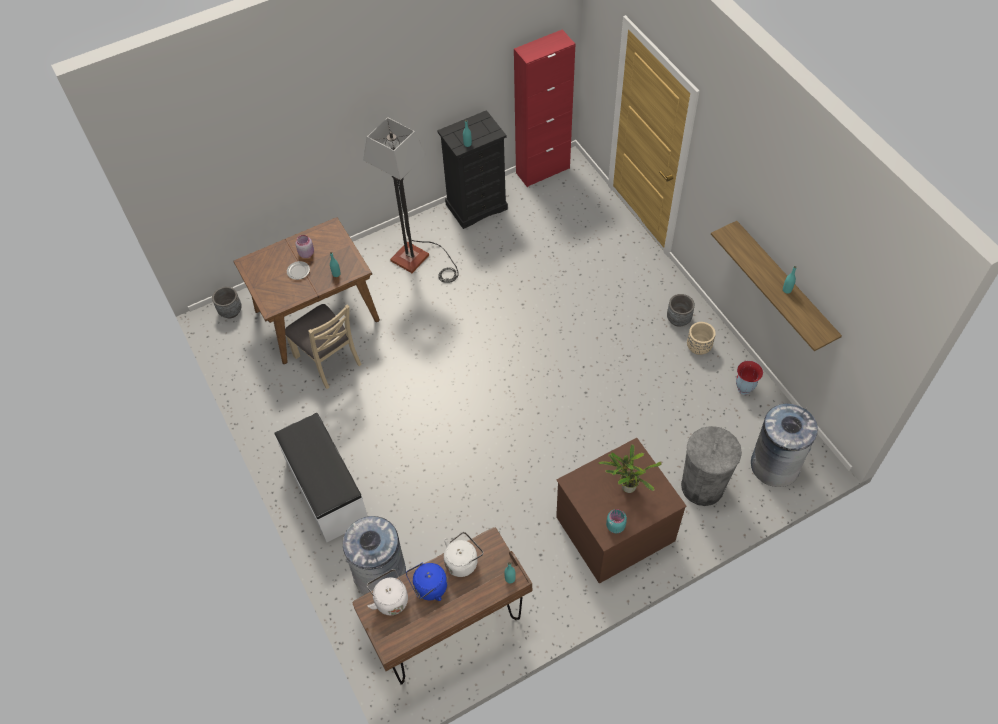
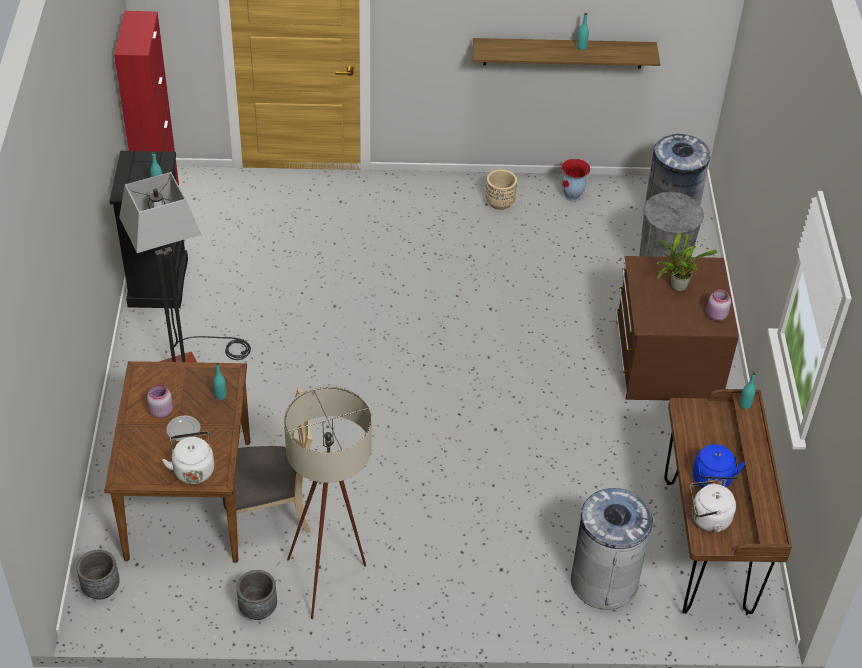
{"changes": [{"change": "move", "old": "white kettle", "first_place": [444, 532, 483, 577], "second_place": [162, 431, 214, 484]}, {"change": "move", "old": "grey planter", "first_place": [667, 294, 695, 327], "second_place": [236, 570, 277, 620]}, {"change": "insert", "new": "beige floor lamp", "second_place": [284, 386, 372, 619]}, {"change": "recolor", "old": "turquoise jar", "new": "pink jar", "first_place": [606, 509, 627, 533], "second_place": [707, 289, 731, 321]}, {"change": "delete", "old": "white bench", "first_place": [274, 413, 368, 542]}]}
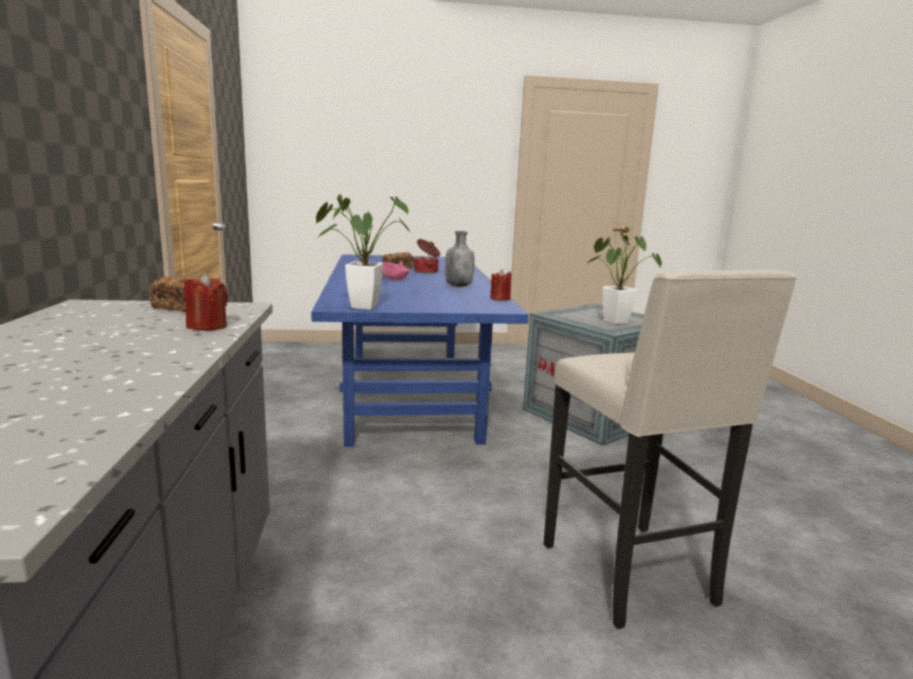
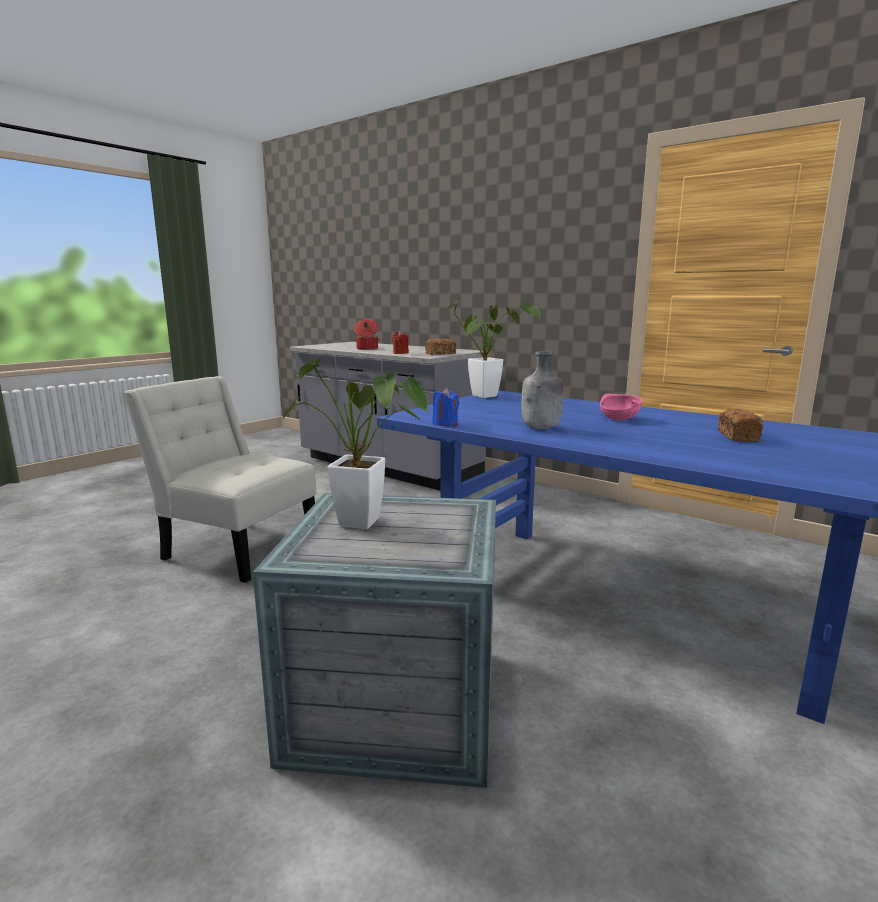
{"changes": [{"change": "replace", "old": "beige stool", "new": "white chair", "first_place": [544, 270, 797, 629], "second_place": [123, 376, 316, 583]}, {"change": "move", "old": "cooking pot", "first_place": [414, 239, 440, 273], "second_place": [353, 319, 381, 350]}, {"change": "recolor", "old": "red candle", "new": "blue candle", "first_place": [490, 269, 511, 301], "second_place": [432, 388, 459, 426]}]}
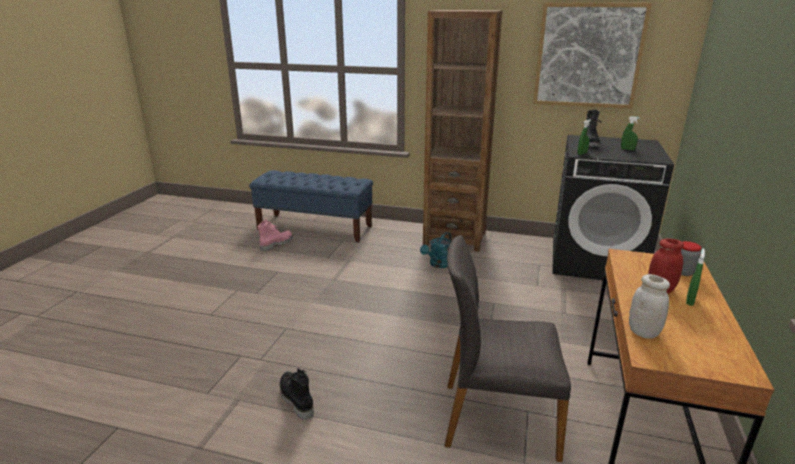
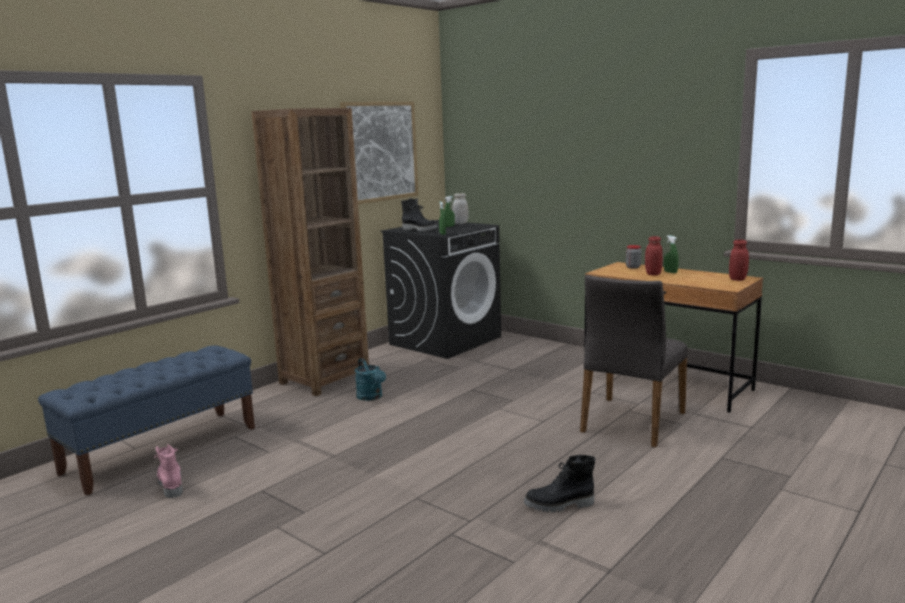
{"changes": [{"change": "move", "old": "white jar", "first_place": [629, 274, 670, 339], "second_place": [452, 193, 469, 224]}, {"change": "insert", "new": "red jar", "second_place": [729, 239, 749, 281]}]}
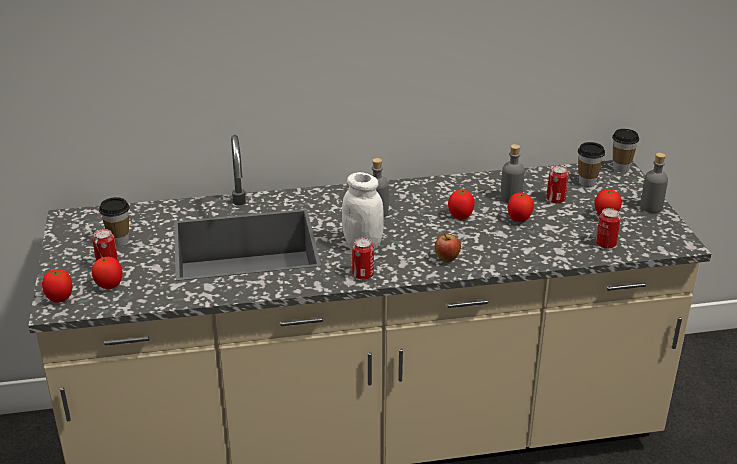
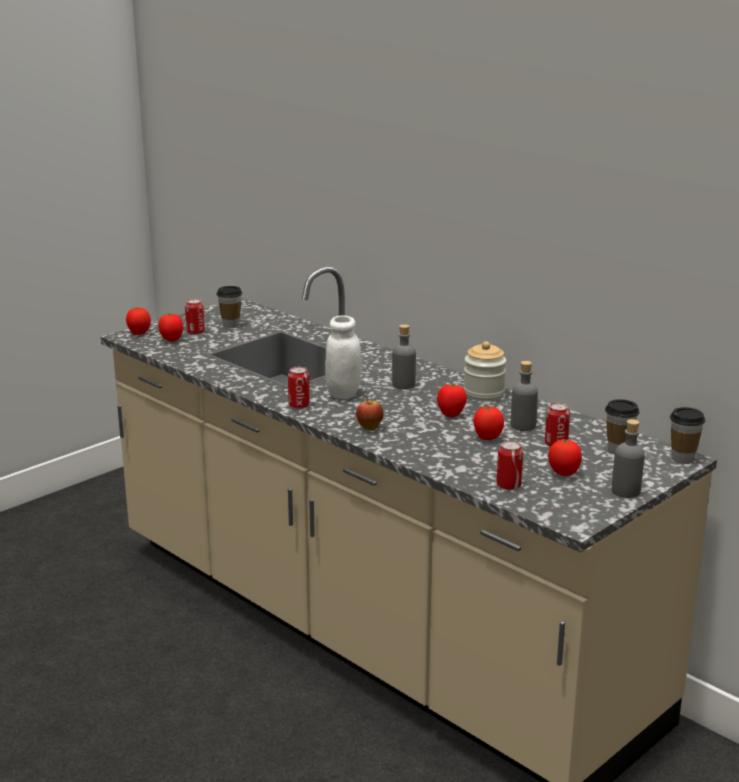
{"changes": [{"change": "insert", "new": "jar", "second_place": [464, 341, 506, 402]}]}
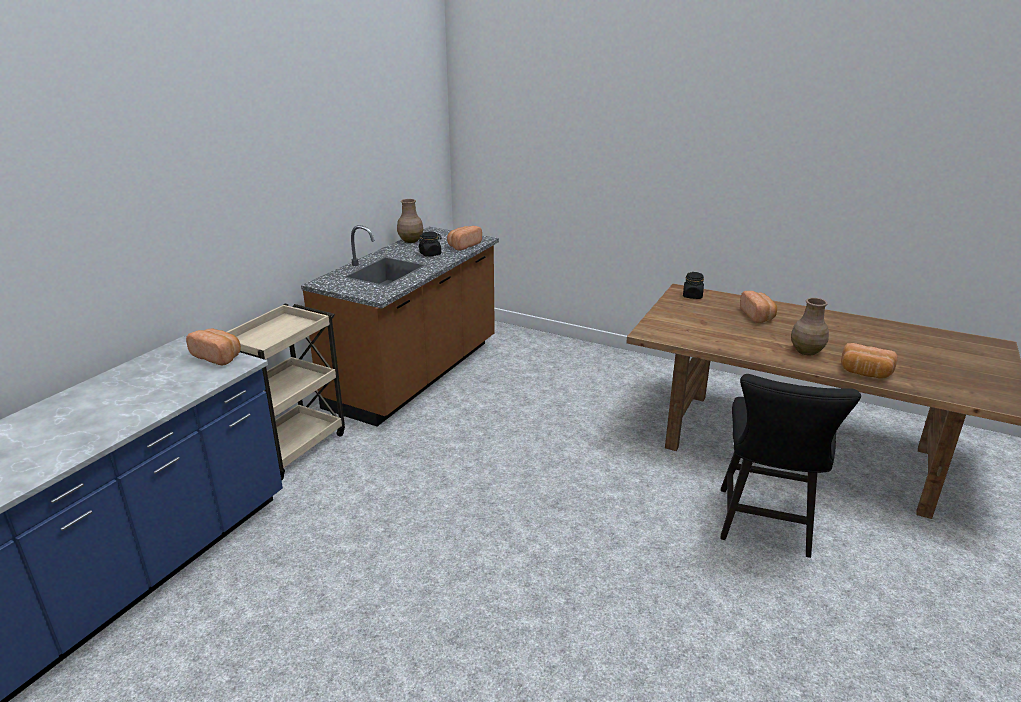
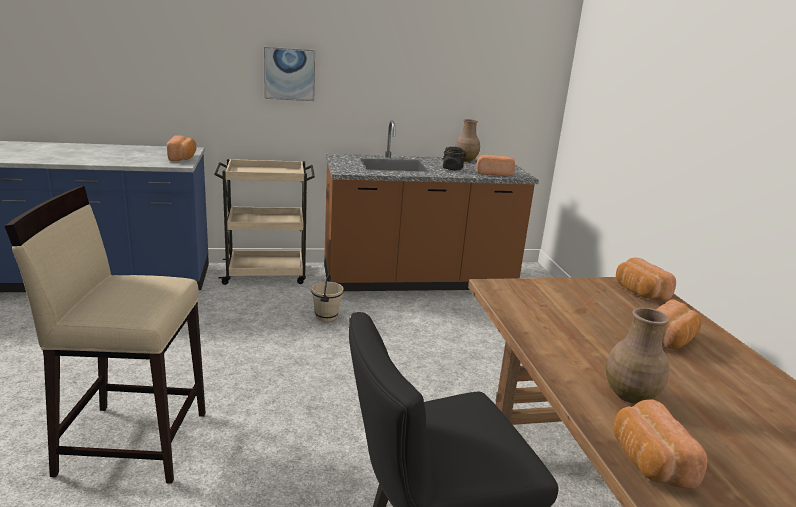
{"changes": [{"change": "insert", "new": "beige stool", "second_place": [5, 186, 206, 484]}, {"change": "insert", "new": "picture", "second_place": [264, 47, 315, 101]}, {"change": "insert", "new": "beige bucket", "second_place": [311, 274, 343, 322]}, {"change": "replace", "old": "black jar", "new": "bread", "first_place": [683, 272, 704, 299], "second_place": [616, 257, 676, 300]}]}
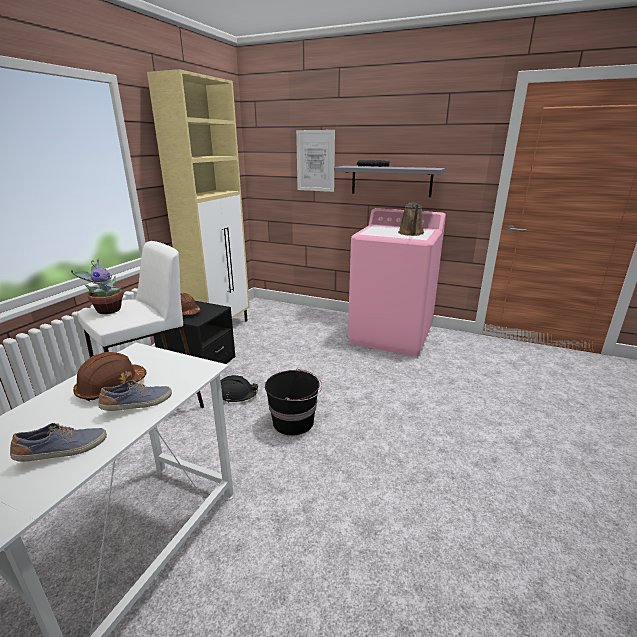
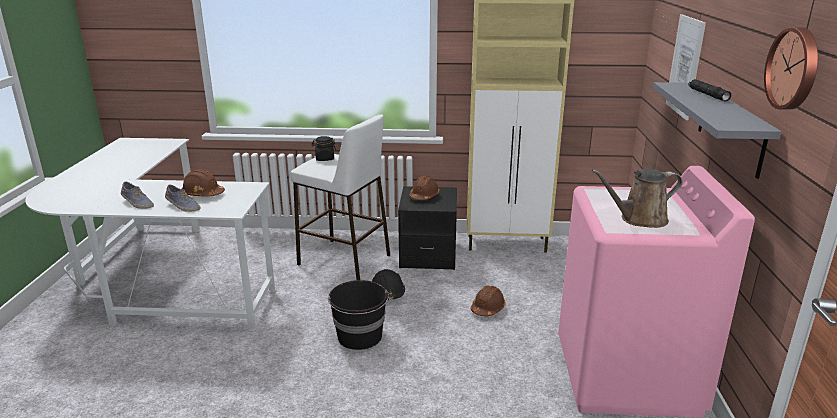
{"changes": [{"change": "replace", "old": "potted plant", "new": "black jar", "first_place": [71, 259, 123, 314], "second_place": [312, 136, 336, 161]}, {"change": "insert", "new": "brown hard hat", "second_place": [471, 285, 506, 316]}, {"change": "insert", "new": "wall clock", "second_place": [764, 27, 818, 110]}]}
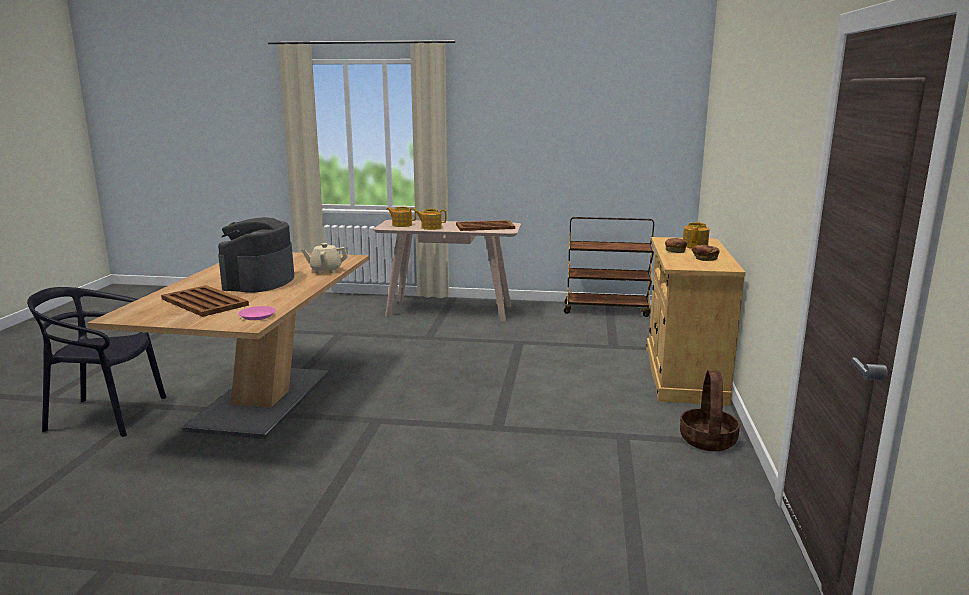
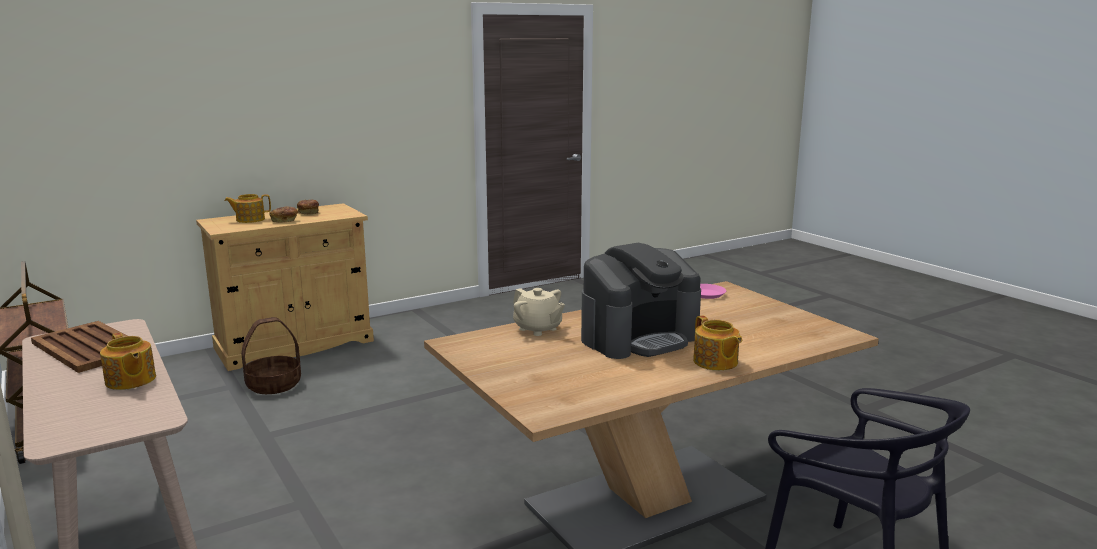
{"changes": [{"change": "move", "old": "basket", "first_place": [680, 370, 740, 451], "second_place": [241, 317, 301, 394]}, {"change": "move", "old": "teapot", "first_place": [386, 206, 416, 227], "second_place": [693, 316, 742, 371]}, {"change": "delete", "old": "brown tray", "first_place": [161, 285, 249, 317]}]}
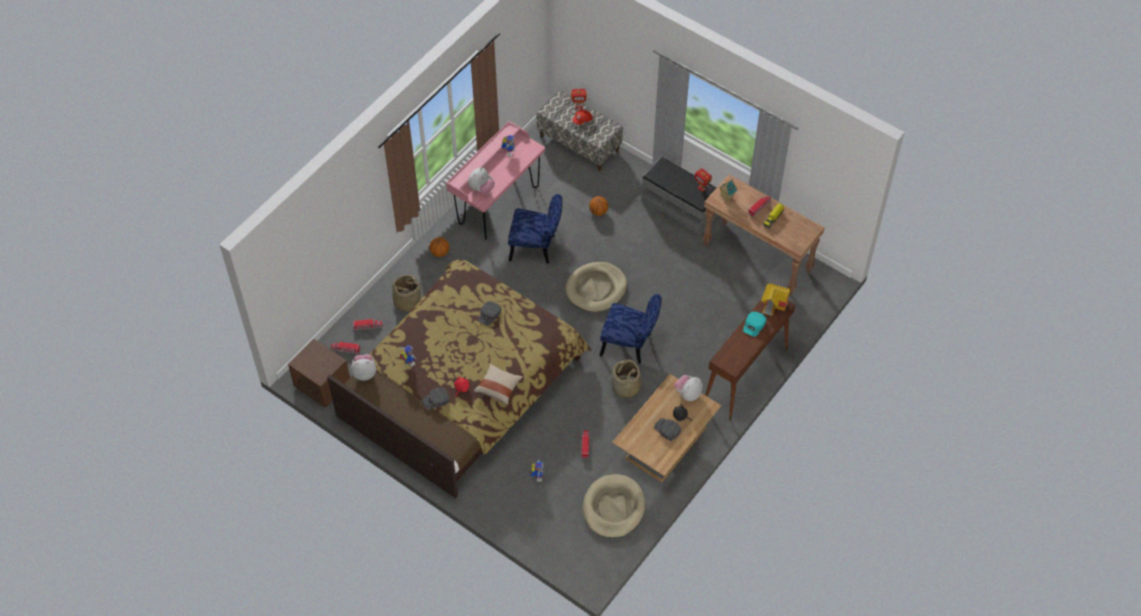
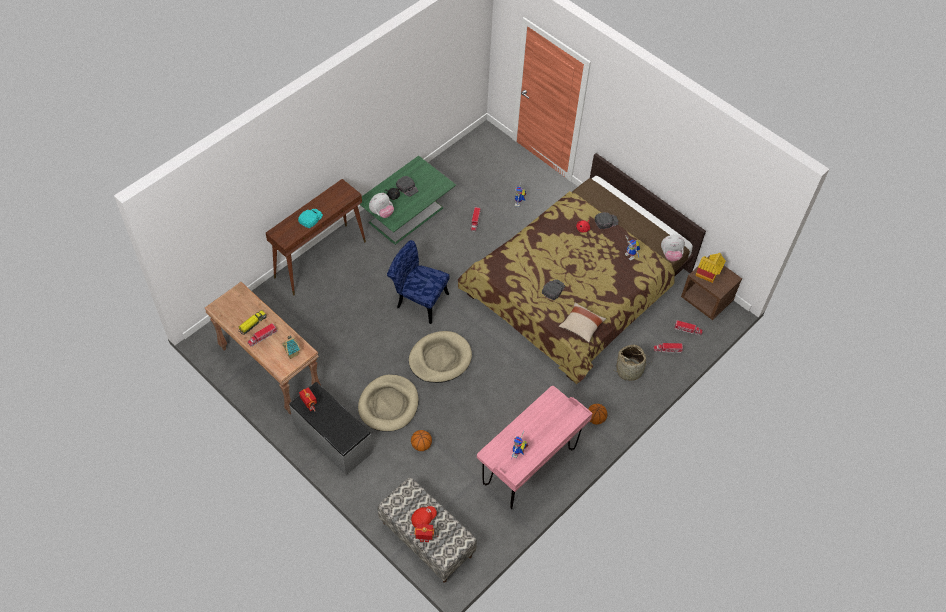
{"changes": [{"change": "move", "old": "beige dog bed", "first_place": [583, 474, 645, 538], "second_place": [358, 374, 419, 432]}, {"change": "recolor", "old": "brown coffee table", "new": "green coffee table", "first_place": [612, 374, 721, 482], "second_place": [359, 156, 456, 245]}, {"change": "move", "old": "beige pillow", "first_place": [474, 364, 523, 405], "second_place": [559, 302, 606, 343]}, {"change": "move", "old": "toy house", "first_place": [761, 283, 790, 316], "second_place": [695, 253, 726, 283]}, {"change": "delete", "old": "plush toy", "first_place": [468, 167, 495, 194]}, {"change": "delete", "old": "blue chair", "first_place": [508, 194, 562, 264]}, {"change": "delete", "old": "basket", "first_place": [611, 359, 641, 401]}]}
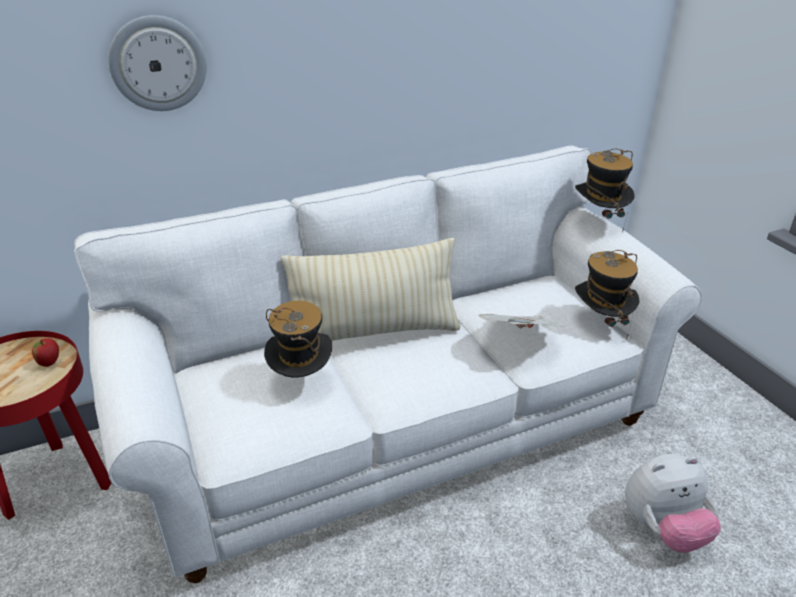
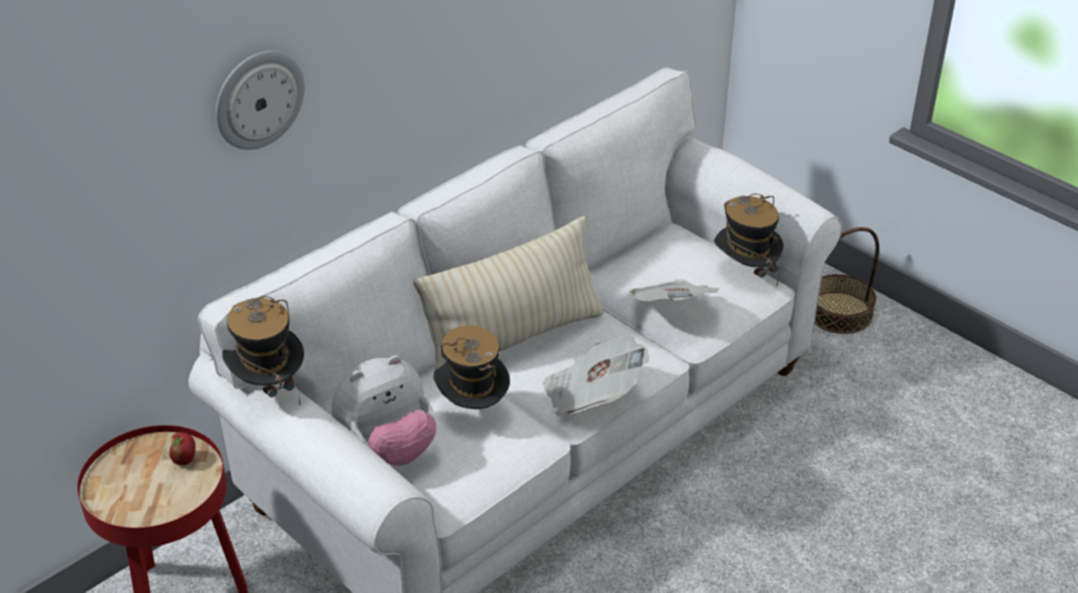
{"changes": [{"change": "move", "old": "hat", "first_place": [575, 148, 635, 233], "second_place": [222, 296, 304, 405]}, {"change": "move", "old": "plush toy", "first_place": [625, 454, 721, 553], "second_place": [332, 355, 436, 466]}, {"change": "insert", "new": "newspaper", "second_place": [543, 336, 649, 416]}, {"change": "insert", "new": "basket", "second_place": [815, 227, 879, 334]}]}
